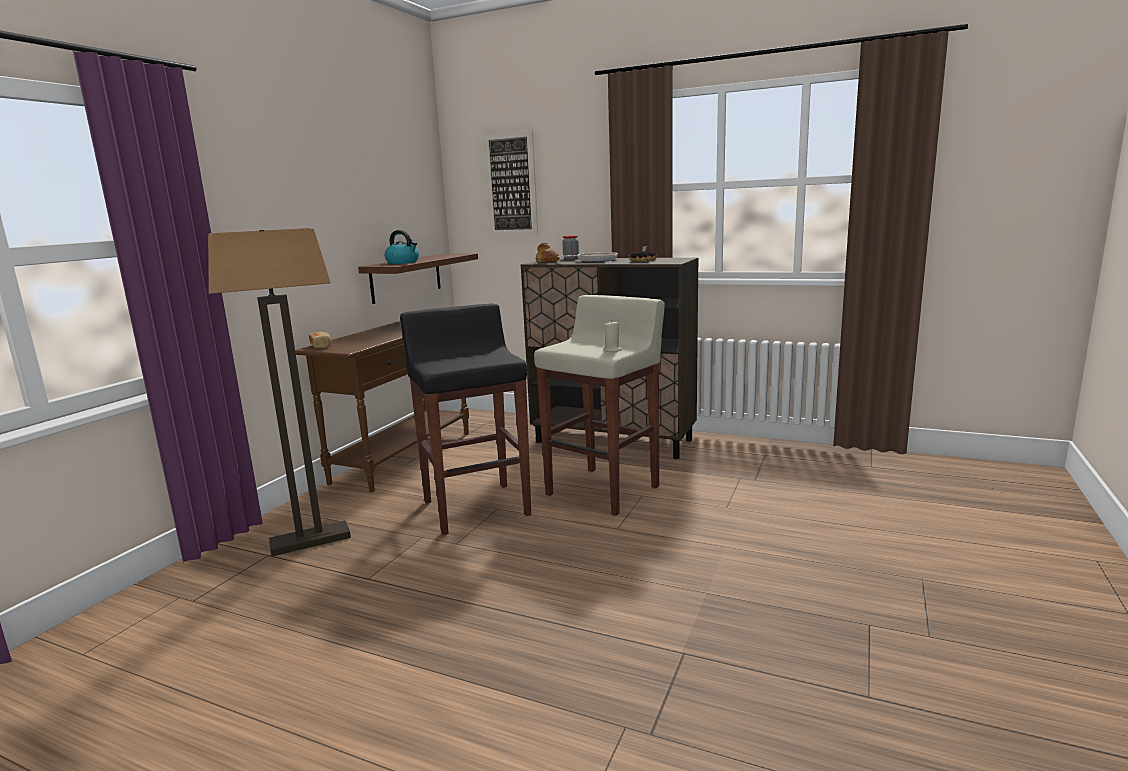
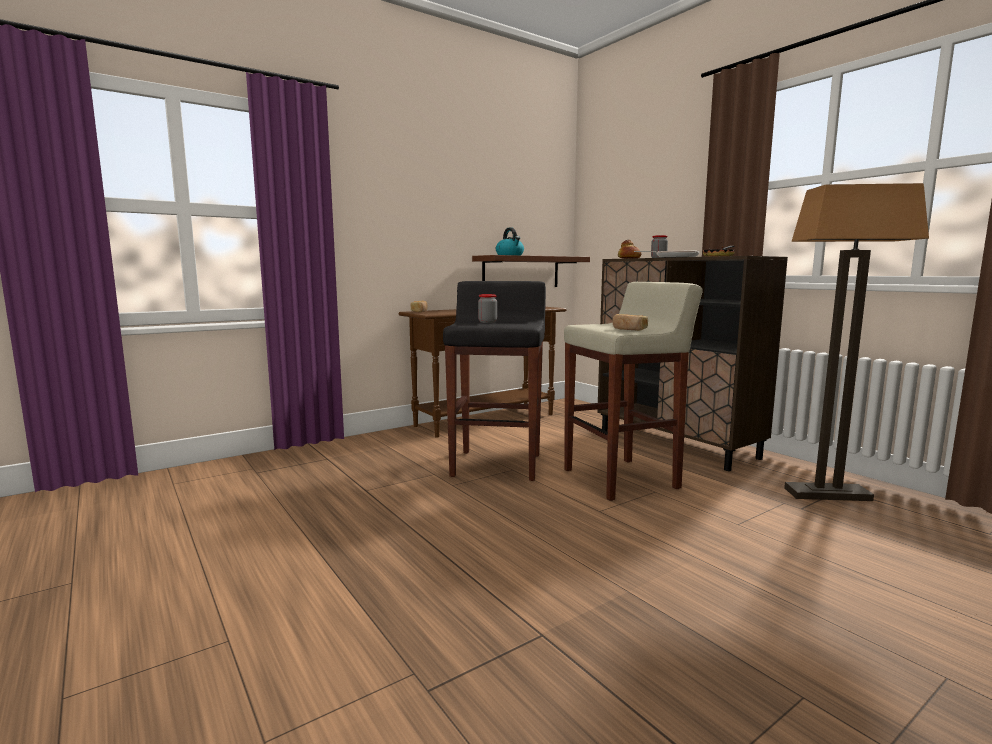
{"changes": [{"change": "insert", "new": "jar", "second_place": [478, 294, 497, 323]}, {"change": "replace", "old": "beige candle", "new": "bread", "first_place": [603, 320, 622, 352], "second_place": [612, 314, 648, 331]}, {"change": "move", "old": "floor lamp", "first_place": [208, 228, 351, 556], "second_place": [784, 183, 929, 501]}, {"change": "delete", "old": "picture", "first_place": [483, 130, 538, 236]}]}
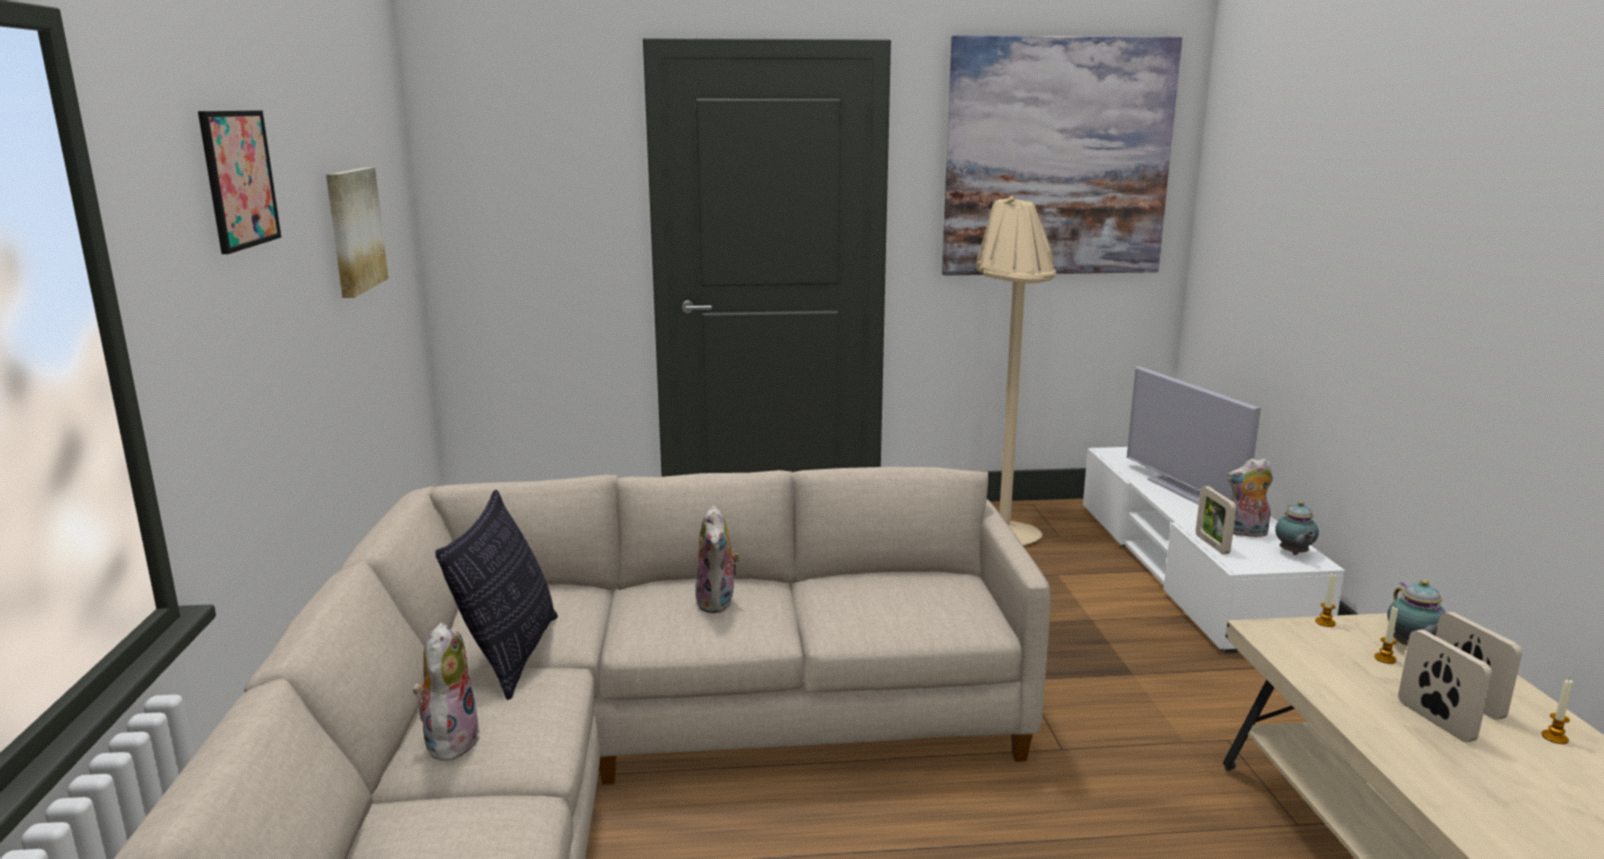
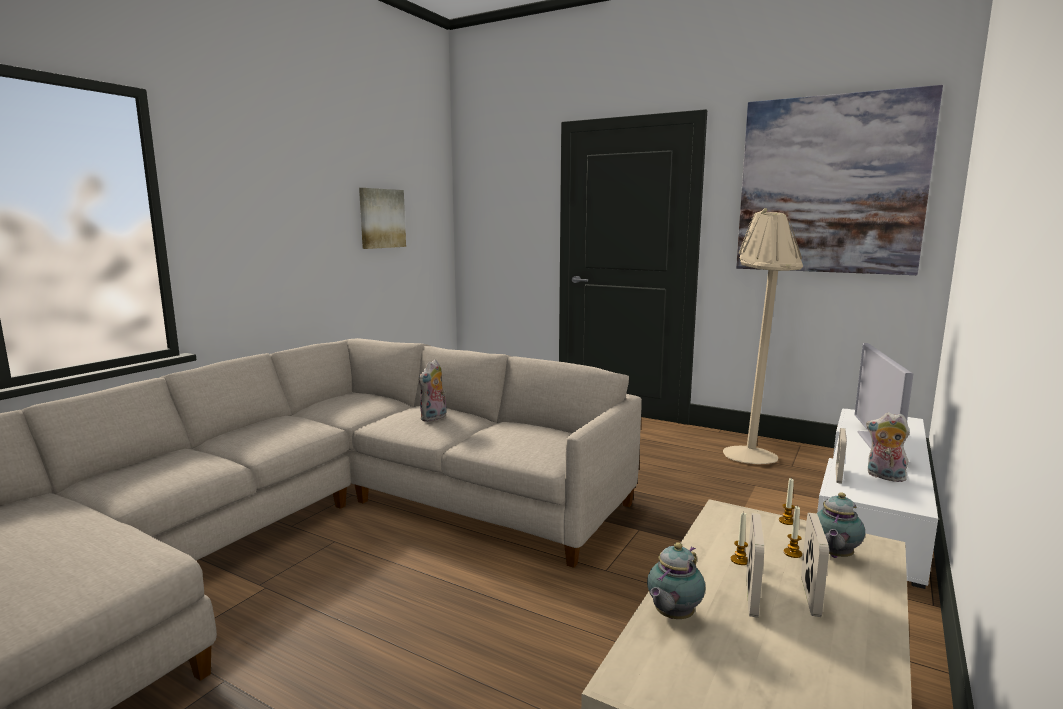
{"changes": [{"change": "move", "old": "teapot", "first_place": [1275, 501, 1319, 555], "second_place": [647, 542, 705, 619]}, {"change": "move", "old": "candle", "first_place": [1542, 679, 1573, 744], "second_place": [731, 512, 748, 565]}, {"change": "delete", "old": "picture", "first_place": [198, 111, 281, 254]}, {"change": "delete", "old": "plush toy", "first_place": [413, 623, 480, 761]}, {"change": "delete", "old": "pillow", "first_place": [435, 490, 558, 700]}]}
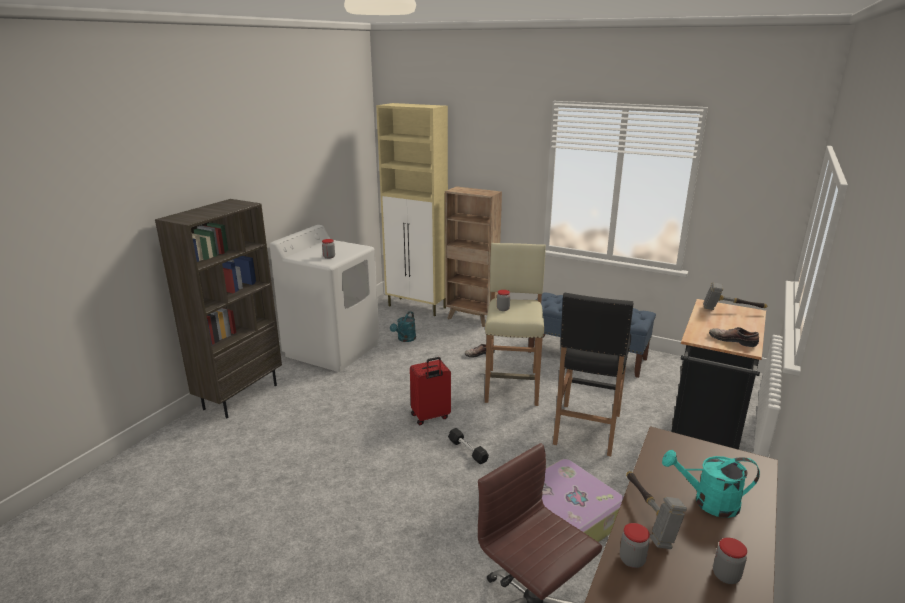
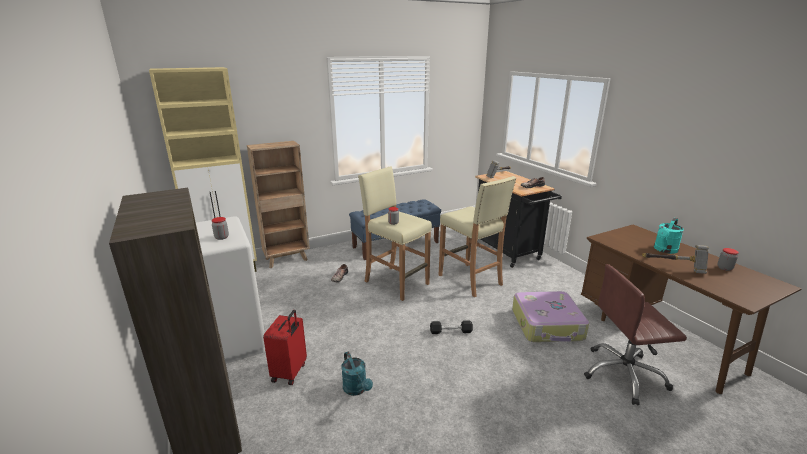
{"changes": [{"change": "move", "old": "red suitcase", "first_place": [410, 357, 451, 425], "second_place": [263, 310, 307, 385]}, {"change": "move", "old": "turquoise watering can", "first_place": [390, 311, 416, 342], "second_place": [341, 352, 373, 396]}, {"change": "recolor", "old": "black stool", "new": "beige stool", "first_place": [553, 293, 633, 456], "second_place": [439, 176, 517, 297]}, {"change": "delete", "old": "jar", "first_place": [620, 523, 650, 568]}]}
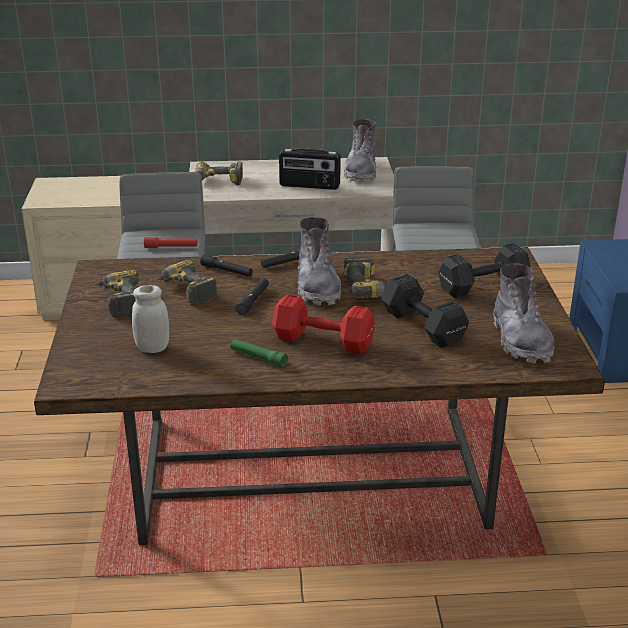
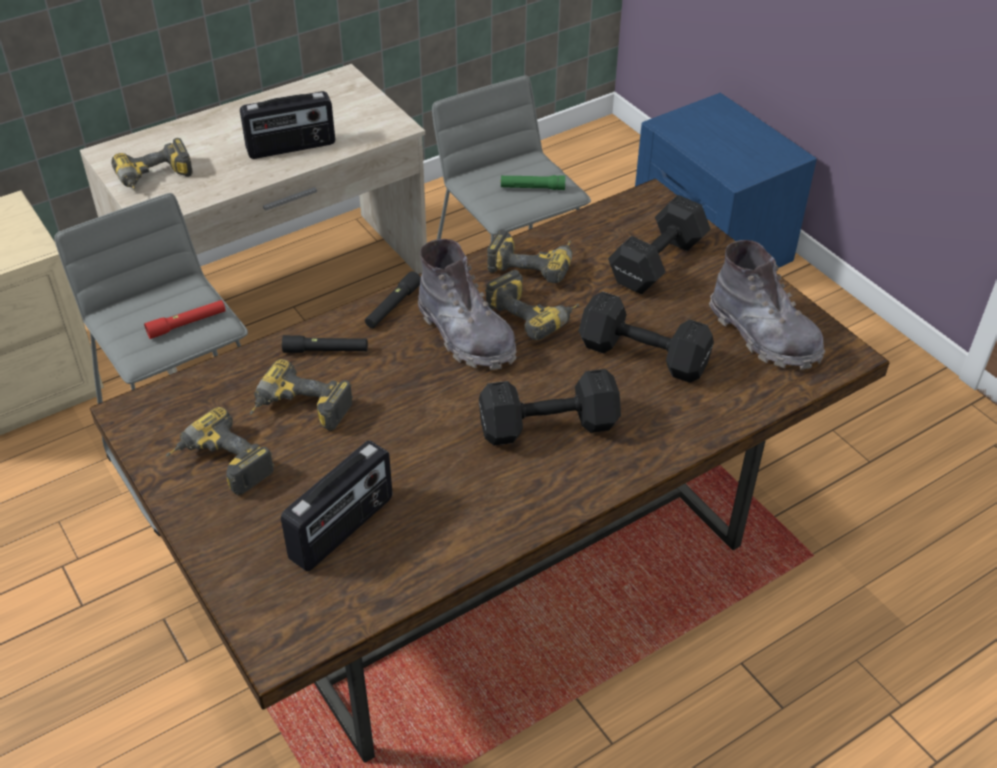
{"changes": [{"change": "replace", "old": "white jar", "new": "radio", "first_place": [132, 285, 169, 353], "second_place": [281, 440, 393, 571]}, {"change": "recolor", "old": "red dumbbell", "new": "black dumbbell", "first_place": [272, 294, 375, 354], "second_place": [479, 369, 621, 445]}, {"change": "insert", "new": "power drill", "second_place": [487, 229, 573, 283]}, {"change": "move", "old": "green flashlight", "first_place": [230, 339, 288, 367], "second_place": [500, 175, 565, 190]}, {"change": "delete", "old": "black flashlight", "first_place": [235, 279, 269, 315]}, {"change": "delete", "old": "grey boot", "first_place": [344, 119, 376, 182]}]}
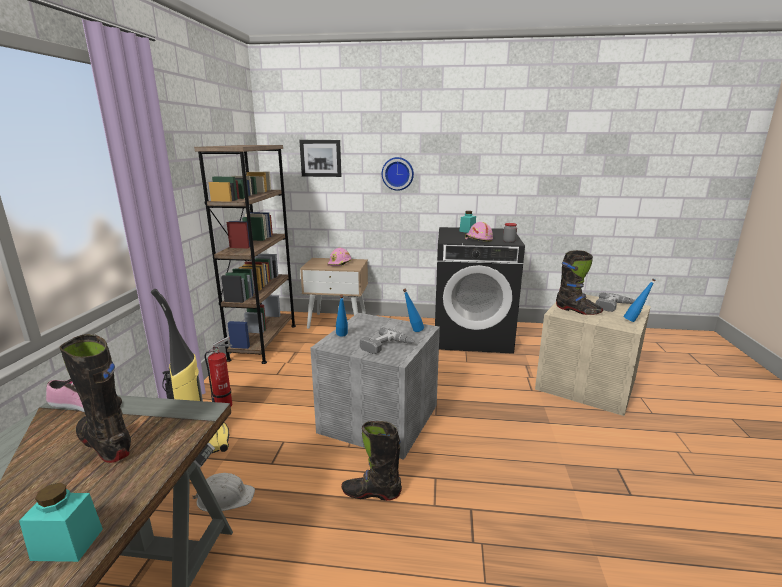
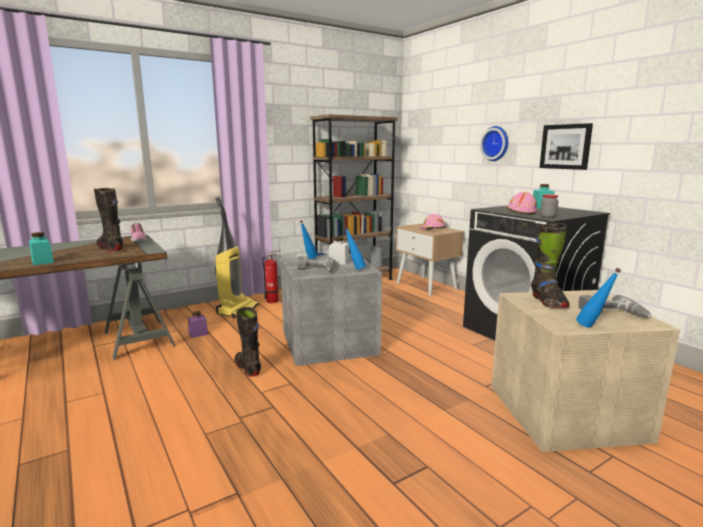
{"changes": [{"change": "rotate", "old": "black boot", "first_place": [60, 334, 131, 463], "second_place": [94, 188, 123, 251], "degrees": -45}, {"change": "replace", "old": "white hard hat", "new": "purple jar", "first_place": [192, 473, 255, 512], "second_place": [188, 311, 208, 338]}, {"change": "insert", "new": "white jar", "second_place": [329, 237, 349, 265]}, {"change": "move", "old": "picture", "first_place": [299, 140, 341, 177], "second_place": [540, 123, 593, 170]}]}
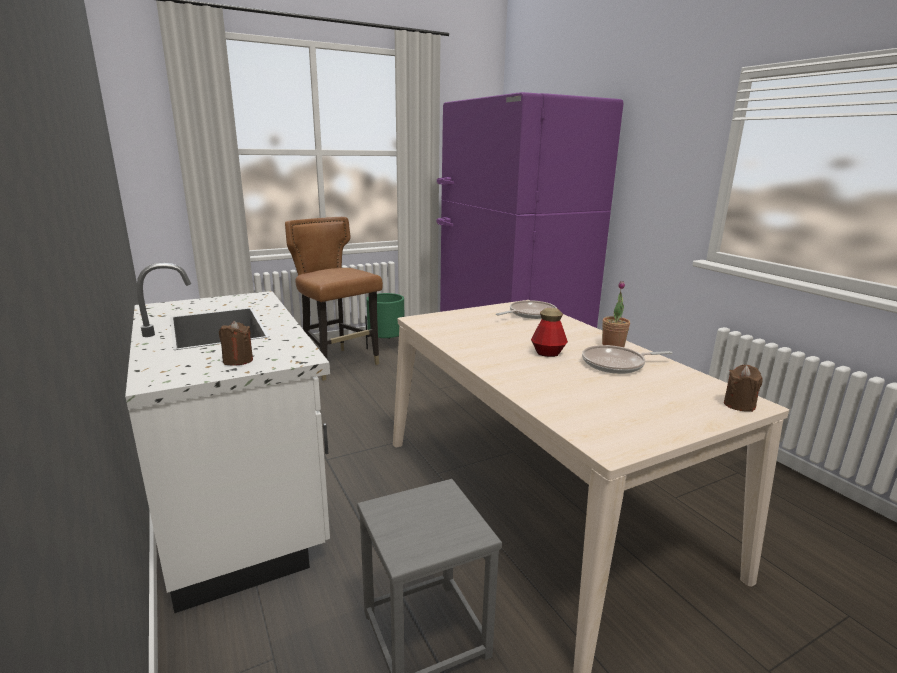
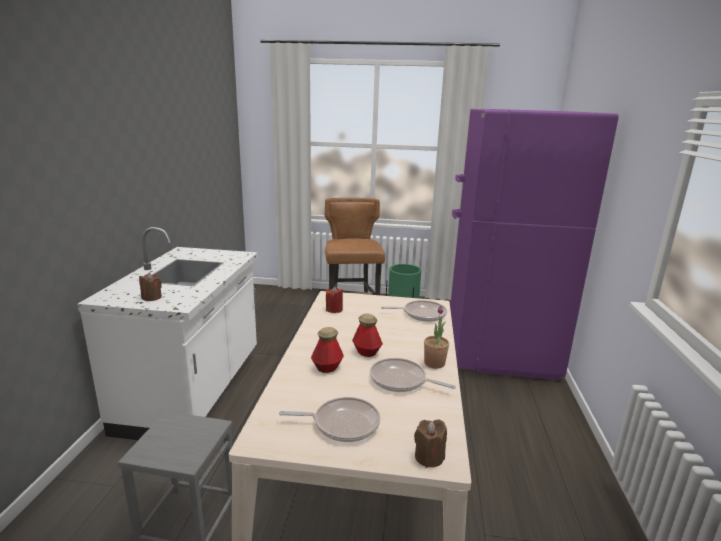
{"changes": [{"change": "insert", "new": "frying pan", "second_place": [279, 397, 380, 442]}, {"change": "insert", "new": "bottle", "second_place": [311, 327, 344, 373]}, {"change": "insert", "new": "red candle", "second_place": [326, 286, 343, 313]}]}
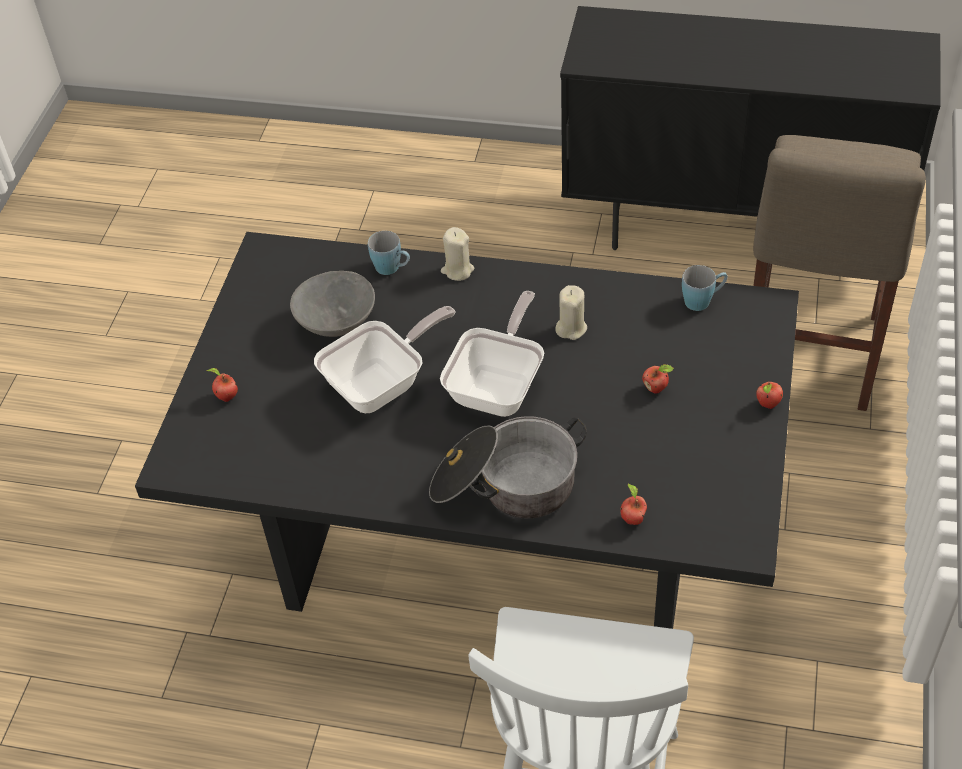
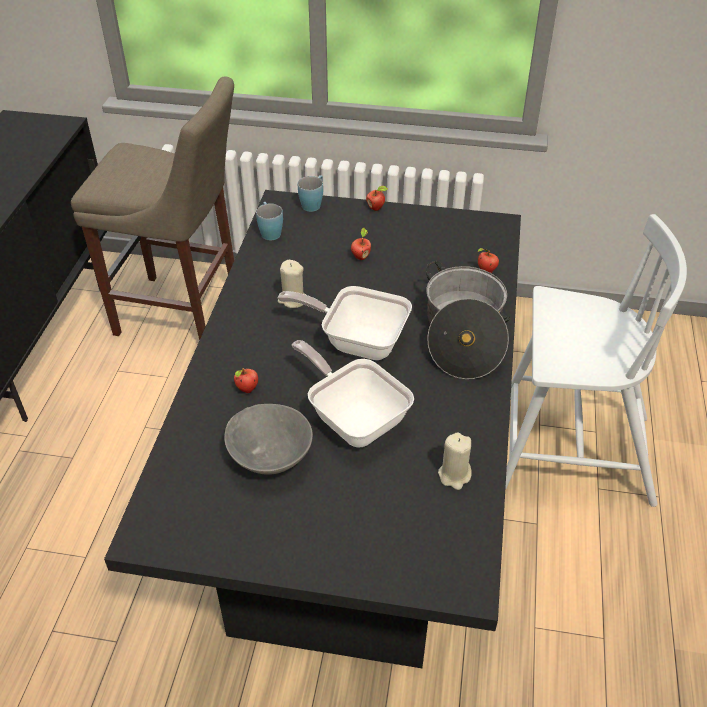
{"changes": [{"change": "move", "old": "apple", "first_place": [206, 368, 238, 402], "second_place": [234, 368, 258, 393]}, {"change": "move", "old": "blue mug", "first_place": [368, 231, 410, 275], "second_place": [298, 175, 323, 212]}, {"change": "move", "old": "beige candle", "first_place": [441, 227, 474, 281], "second_place": [438, 432, 471, 490]}]}
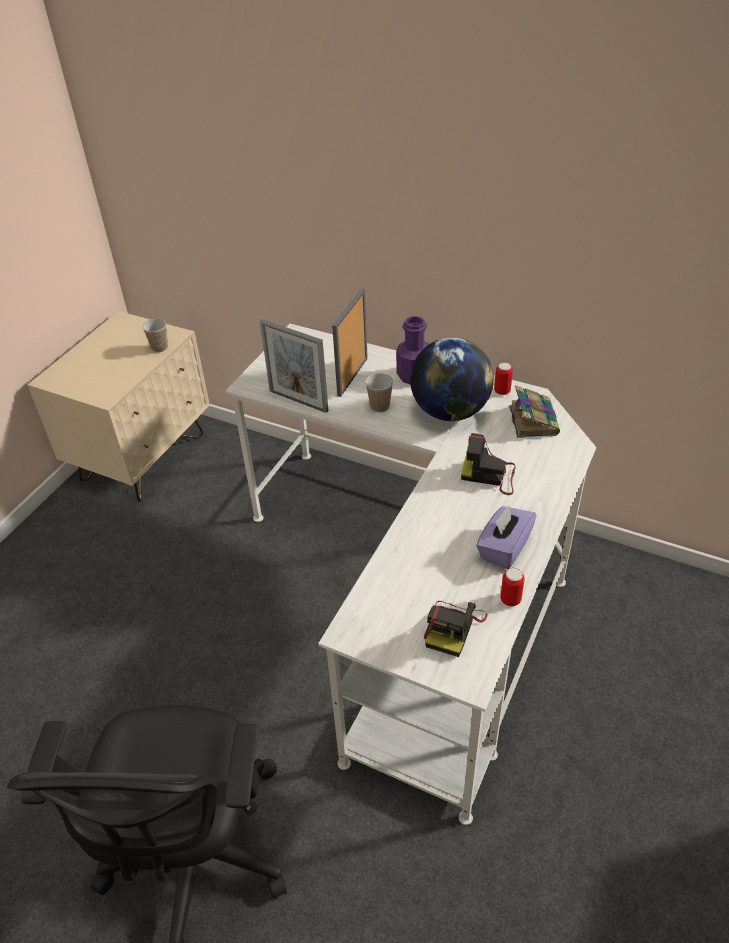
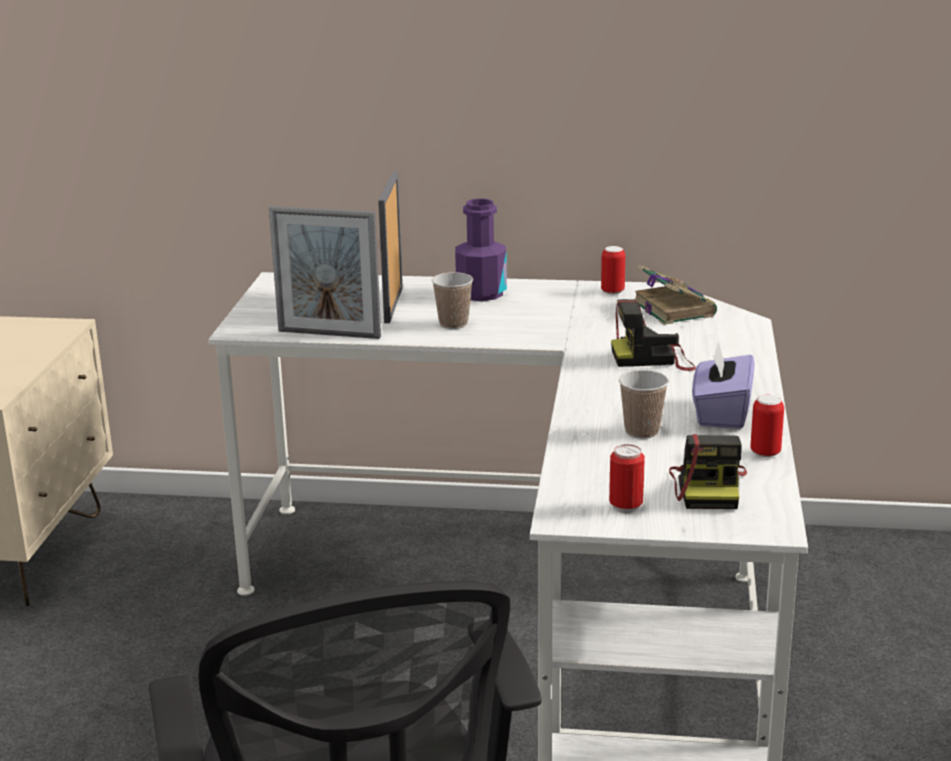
{"changes": [{"change": "insert", "new": "can", "second_place": [609, 444, 645, 514]}, {"change": "move", "old": "cup", "first_place": [142, 319, 168, 352], "second_place": [619, 370, 669, 439]}, {"change": "delete", "old": "globe", "first_place": [410, 337, 494, 421]}]}
